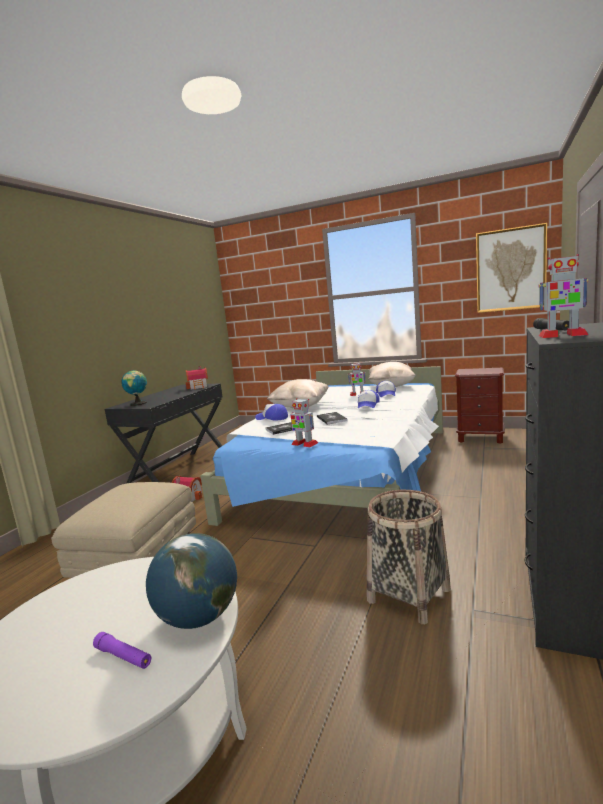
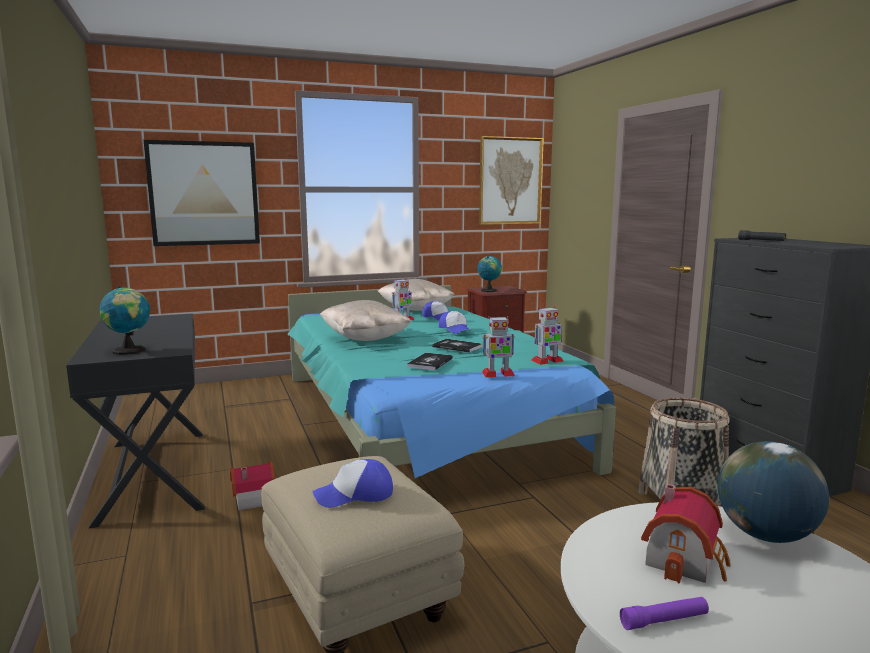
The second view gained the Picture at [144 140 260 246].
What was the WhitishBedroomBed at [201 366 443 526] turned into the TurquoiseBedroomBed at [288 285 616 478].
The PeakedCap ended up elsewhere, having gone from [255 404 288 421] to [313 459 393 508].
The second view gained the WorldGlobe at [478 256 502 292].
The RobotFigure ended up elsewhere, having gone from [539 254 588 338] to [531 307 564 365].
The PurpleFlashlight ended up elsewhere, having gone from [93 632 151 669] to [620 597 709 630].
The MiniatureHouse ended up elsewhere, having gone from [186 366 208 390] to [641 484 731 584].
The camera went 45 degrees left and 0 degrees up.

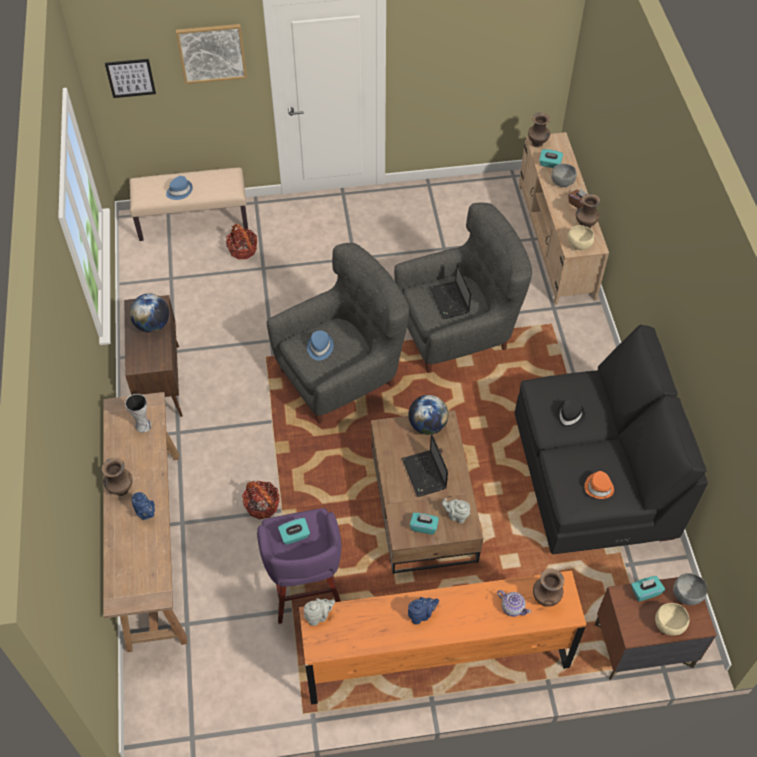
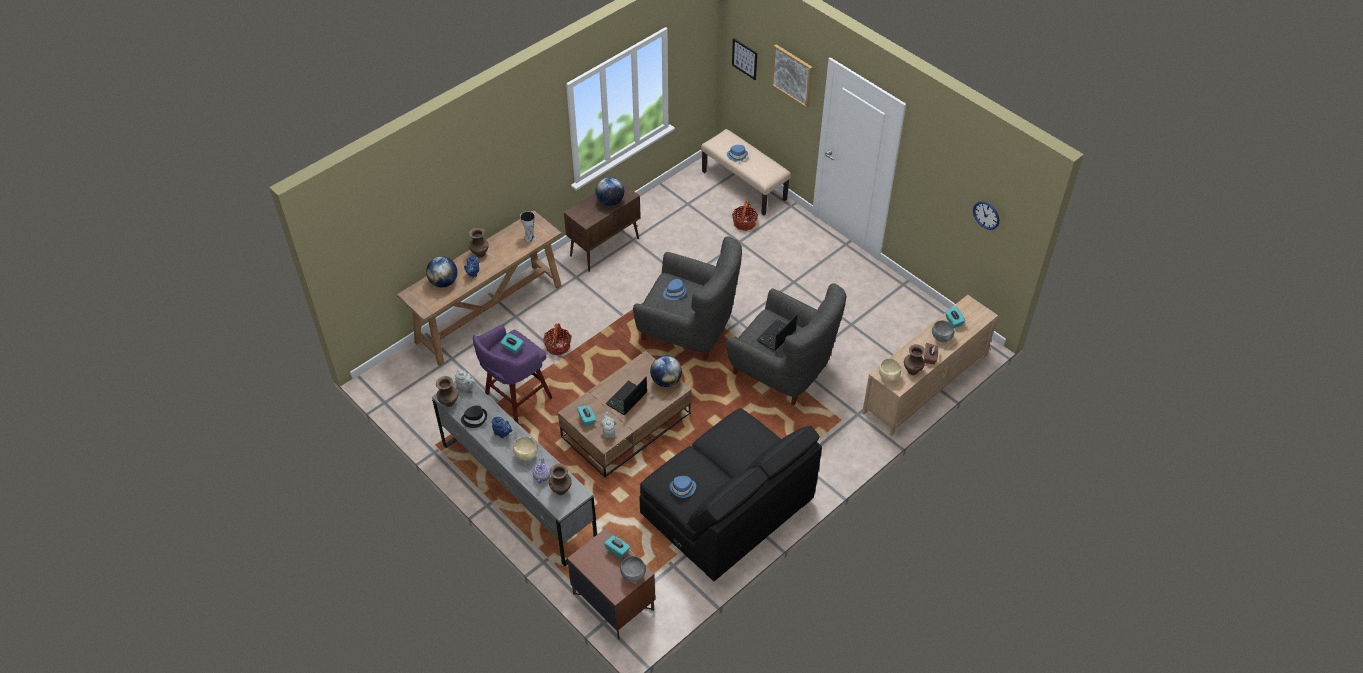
The second view gained the WorldGlobe at [426 257 458 287].
What was the OrangeChestOfDrawers at [299 571 586 705] turned into the GrayChestOfDrawers at [432 381 597 566].
The BrownishVase ended up elsewhere, having gone from [528 113 550 147] to [436 376 458 407].
The BlackColouredClothingHat ended up elsewhere, having gone from [555 399 585 430] to [461 405 487 428].
The BeigeColouredBowl ended up elsewhere, having gone from [655 603 689 636] to [513 436 537 461].
What was the OrangeClothingHat at [584 471 614 499] turned into the BlueColouredClothingHat at [669 476 696 498].
The second view gained the HangingClock at [973 201 999 230].
The camera went 55 degrees right and 5 degrees down.

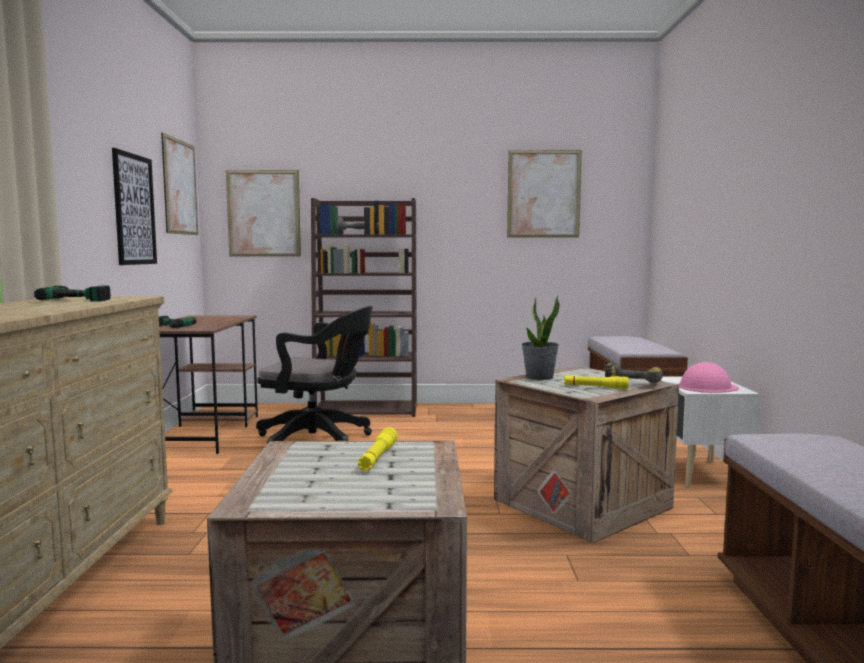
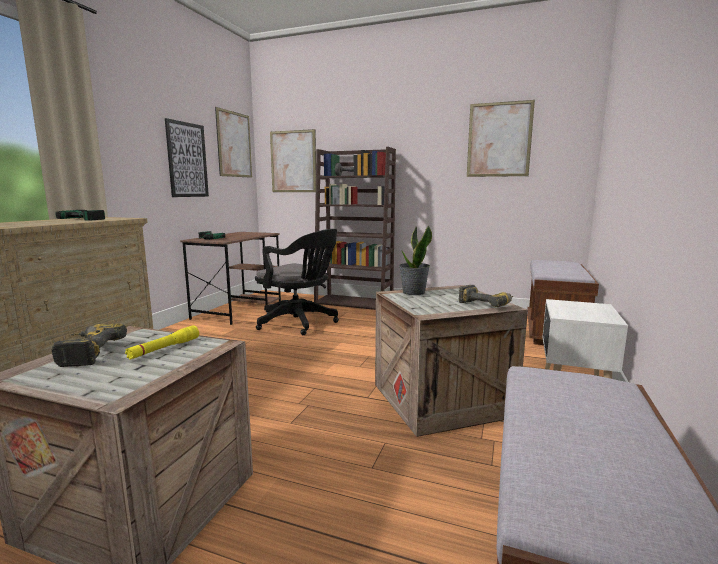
The second view gained the PowerDrill at [51 324 127 367].
The second view lost the YellowColouredFlashlight at [564 376 629 389].
The second view lost the PinkHardHat at [679 362 739 393].
The camera went 20 degrees right and 5 degrees up.

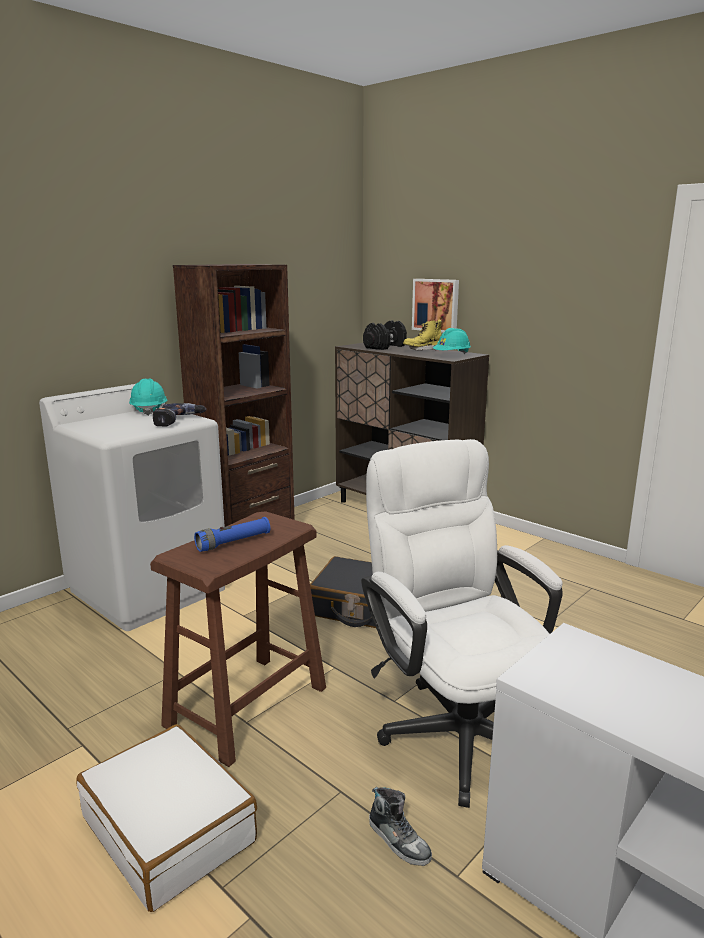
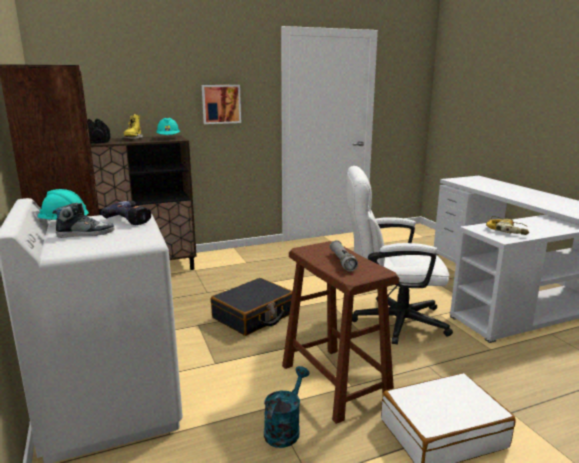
The ItemOfFootwear ended up elsewhere, having gone from [369 787 432 866] to [53 203 114 238].
The Picture ended up elsewhere, having gone from [412 279 459 333] to [202 85 241 124].
The second view gained the TurquoiseSprinklingCan at [264 366 310 448].
What was the BlueColouredFlashlight at [194 517 270 552] turned into the GrayFlashlight at [330 240 358 272].
The second view gained the PowerDrill at [486 216 529 235].
The camera went 65 degrees left and 0 degrees up.

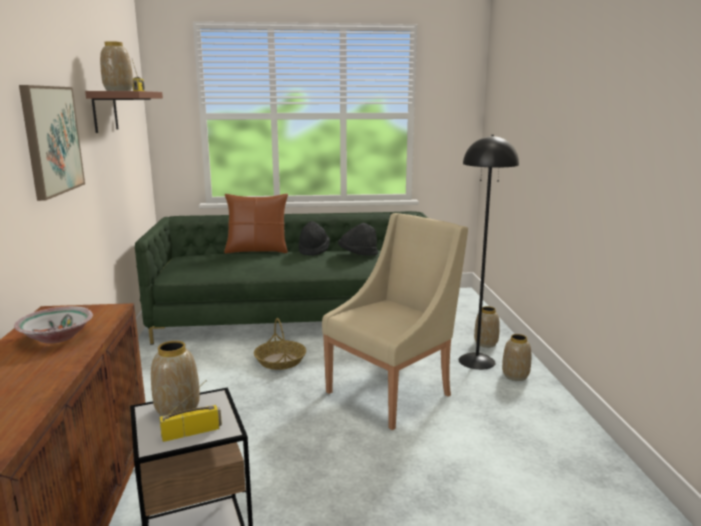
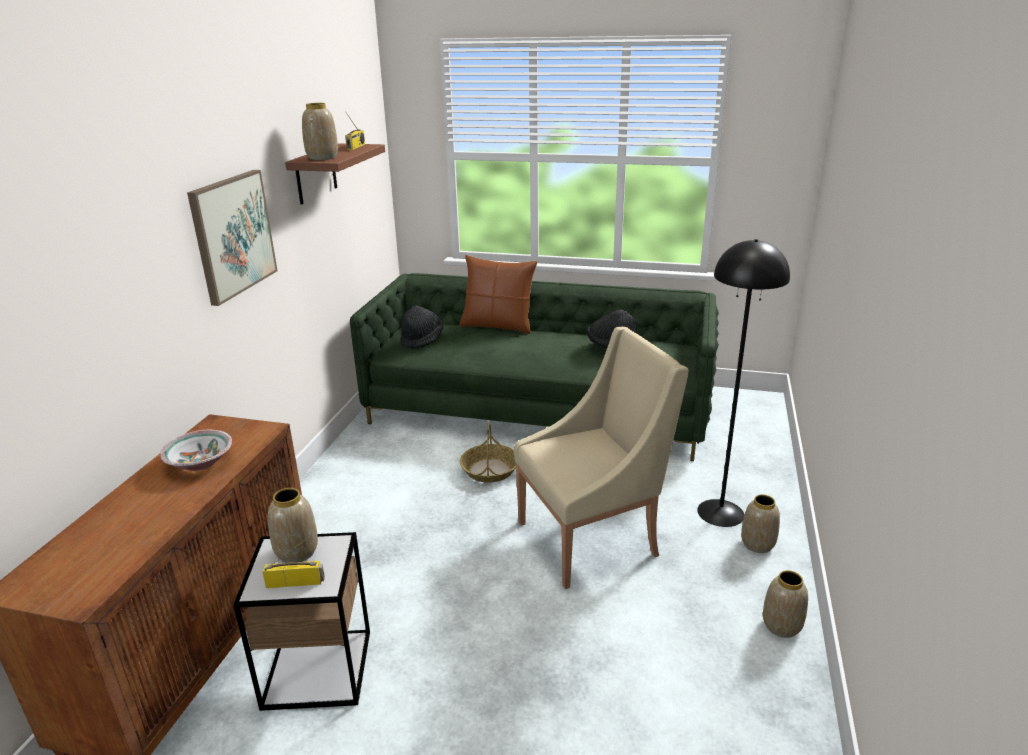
The BlackColouredClothingHat ended up elsewhere, having gone from [299 221 330 256] to [401 305 443 349].
The Vase ended up elsewhere, having gone from [474 306 500 348] to [763 570 808 638].
The camera went 20 degrees right and 10 degrees up.

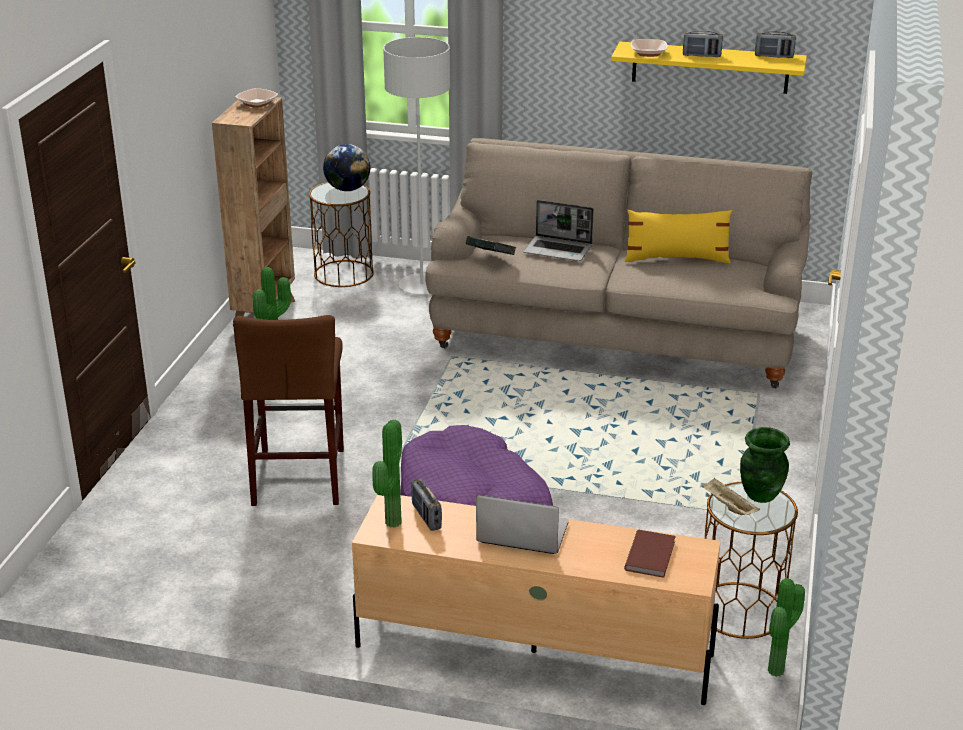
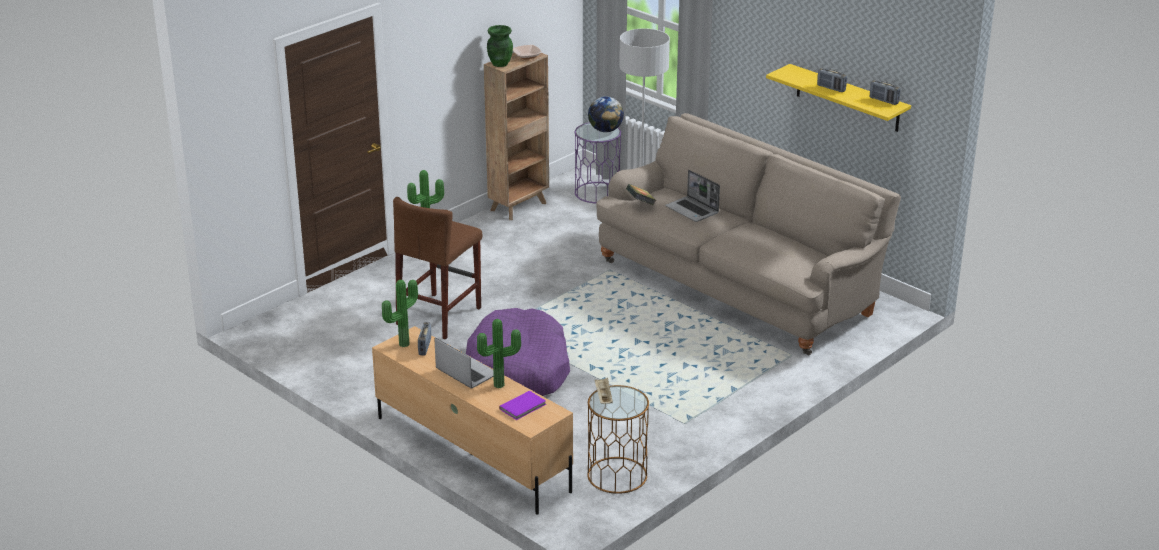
The PottedPlant ended up elsewhere, having gone from [768 578 805 677] to [477 319 521 388].
The GreenColouredVase ended up elsewhere, having gone from [740 427 790 503] to [487 25 513 67].
What was the BrownishBook at [624 530 676 578] turned into the PurpleBook at [499 391 546 420].
What was the BrownishEndTable at [309 182 374 287] turned into the PurpleEndTable at [575 122 621 204].
The second view lost the YellowColouredThrowPillow at [624 210 732 263].
The second view lost the Bowl at [631 39 668 57].
The camera went 30 degrees right and 0 degrees up.

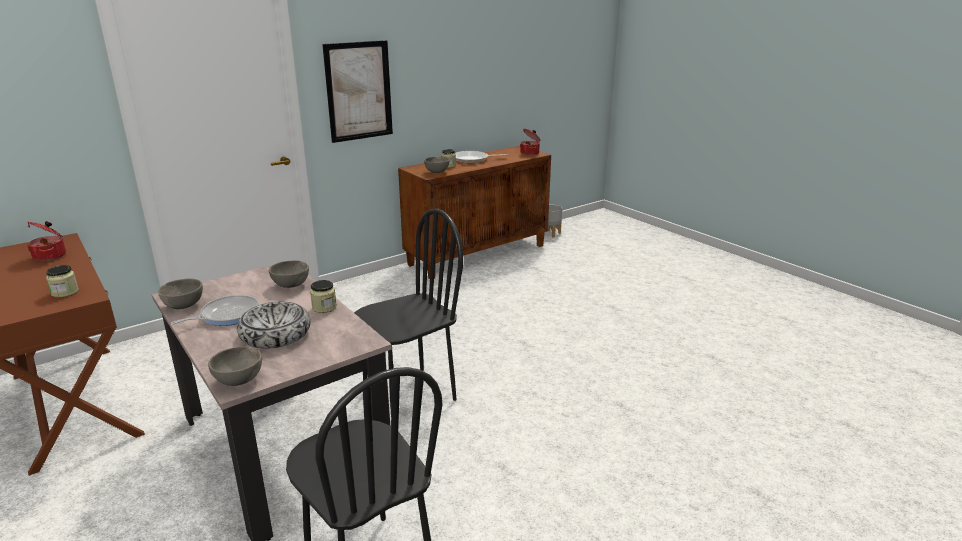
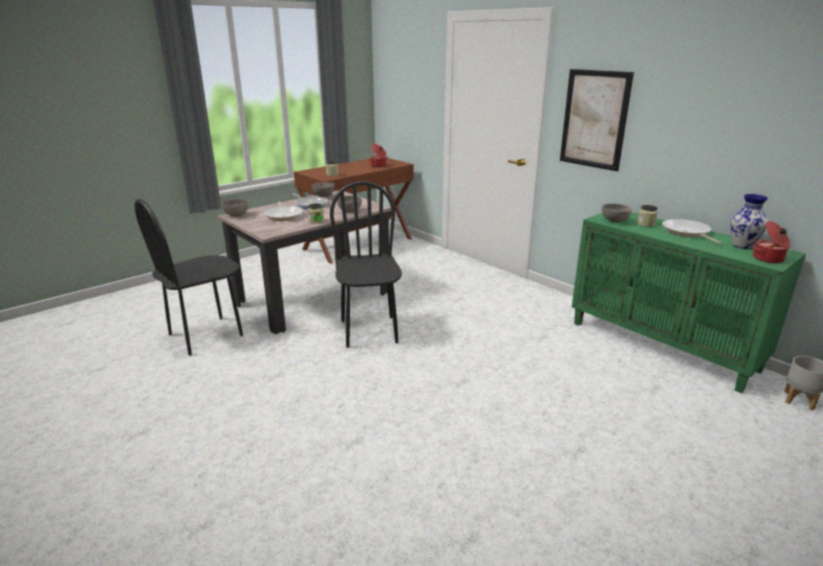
Where the Bowl stood at [237 302 311 349], the FryingPan came to stand at [264 201 303 221].
The BlackColouredUprightChair at [354 209 463 408] ended up facing another way, 150 degrees counterclockwise from before.
What was the BrownishCabinet at [398 146 551 279] turned into the GreenColouredCabinet at [572 212 806 393].
The second view gained the Vase at [730 194 768 249].
The camera went 85 degrees right and 0 degrees up.

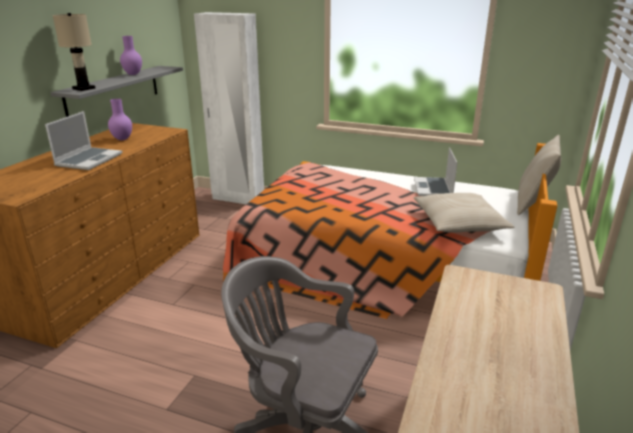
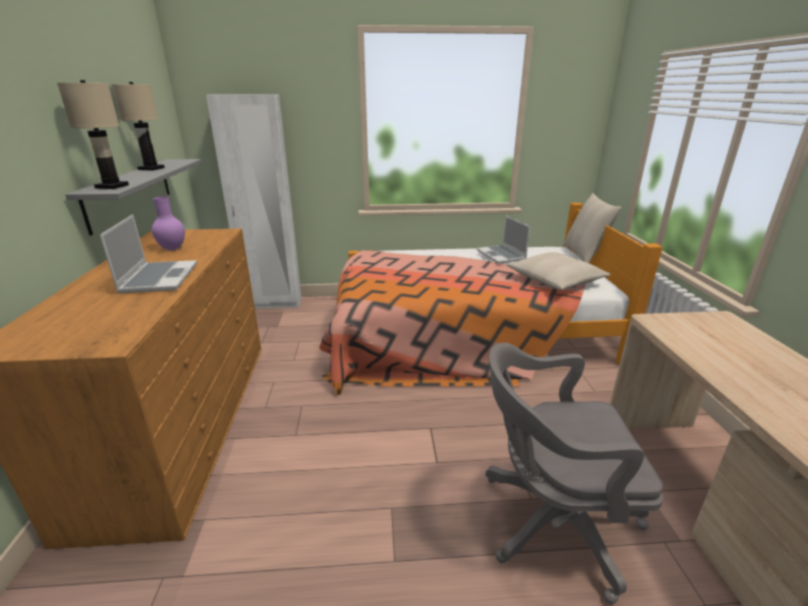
Where the PurpleVase stood at [120 36 142 75], the BeigeColouredTabletopLamp came to stand at [111 82 165 171].
The camera went 25 degrees left and 0 degrees up.

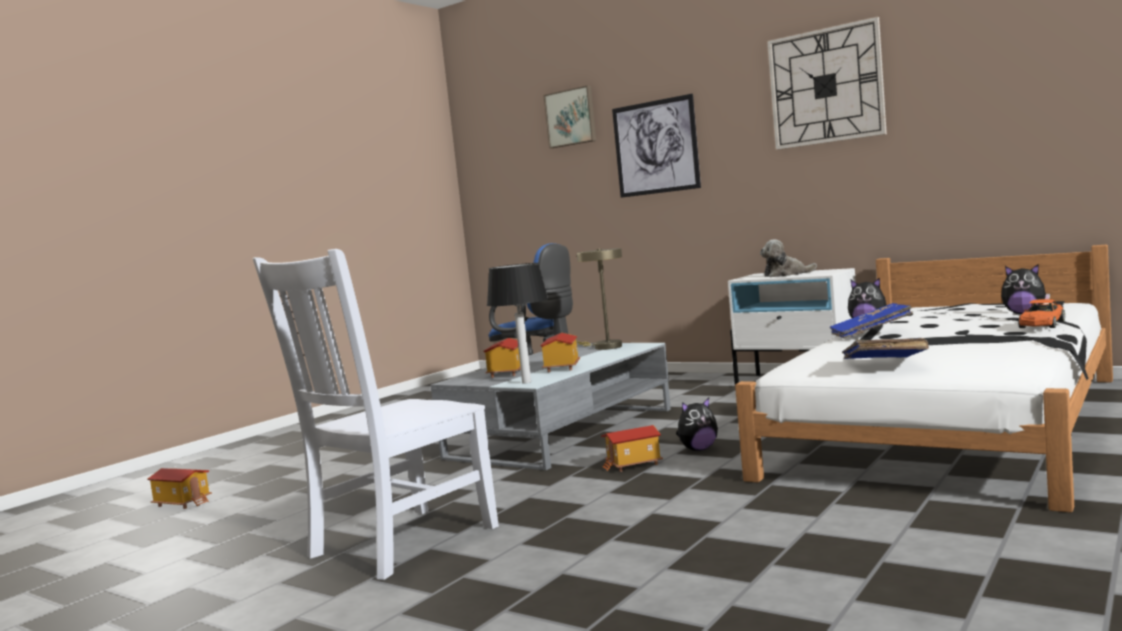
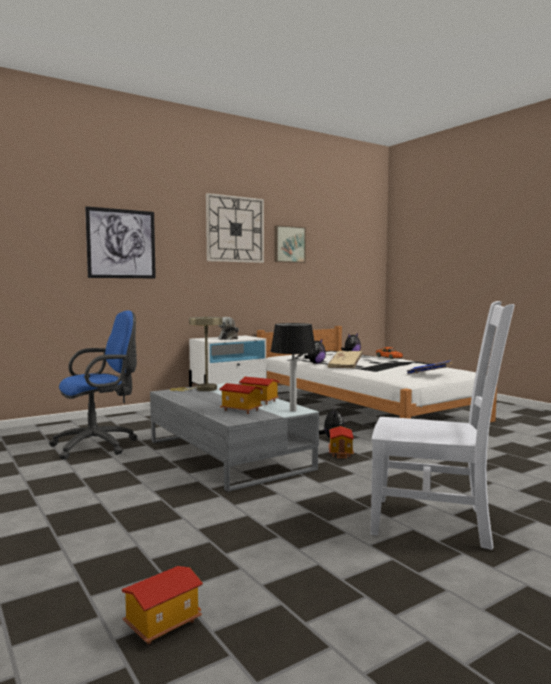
The Picture ended up elsewhere, having gone from [543 85 596 148] to [274 225 306 263].
What was the BlueColouredBook at [830 303 913 339] turned into the BeigeColouredBook at [328 351 362 368].
The WhitishUprightChair at [253 249 499 580] ended up facing another way, 45 degrees counterclockwise from before.
The camera went 70 degrees left and 0 degrees up.

